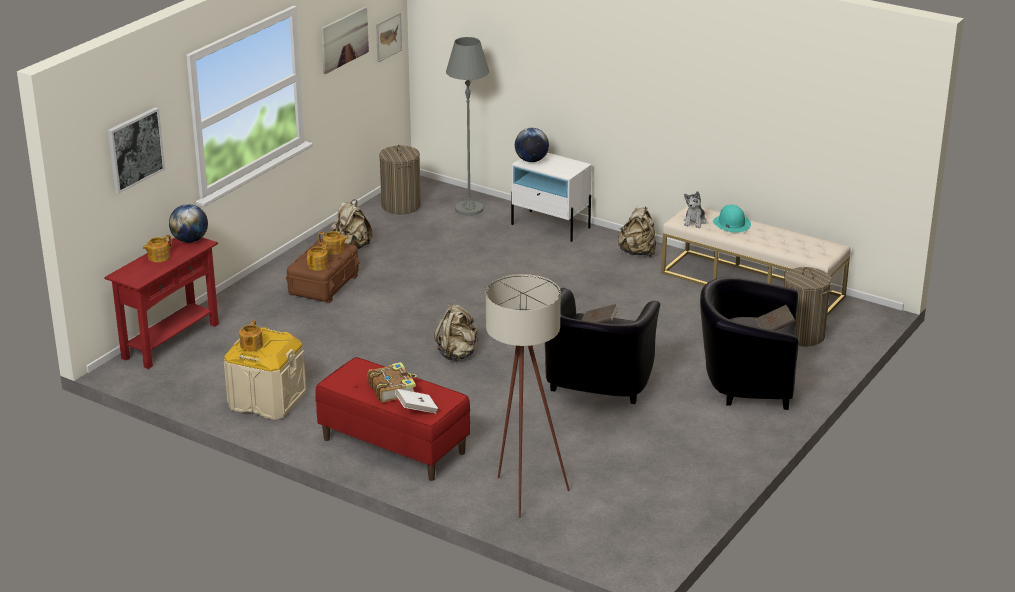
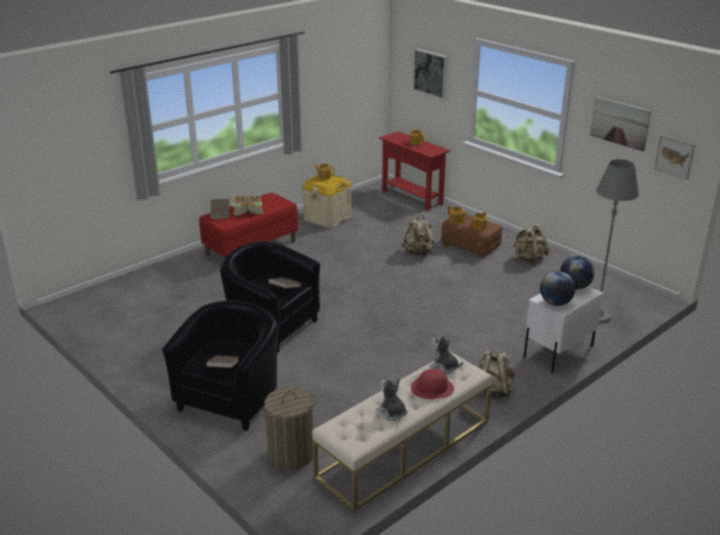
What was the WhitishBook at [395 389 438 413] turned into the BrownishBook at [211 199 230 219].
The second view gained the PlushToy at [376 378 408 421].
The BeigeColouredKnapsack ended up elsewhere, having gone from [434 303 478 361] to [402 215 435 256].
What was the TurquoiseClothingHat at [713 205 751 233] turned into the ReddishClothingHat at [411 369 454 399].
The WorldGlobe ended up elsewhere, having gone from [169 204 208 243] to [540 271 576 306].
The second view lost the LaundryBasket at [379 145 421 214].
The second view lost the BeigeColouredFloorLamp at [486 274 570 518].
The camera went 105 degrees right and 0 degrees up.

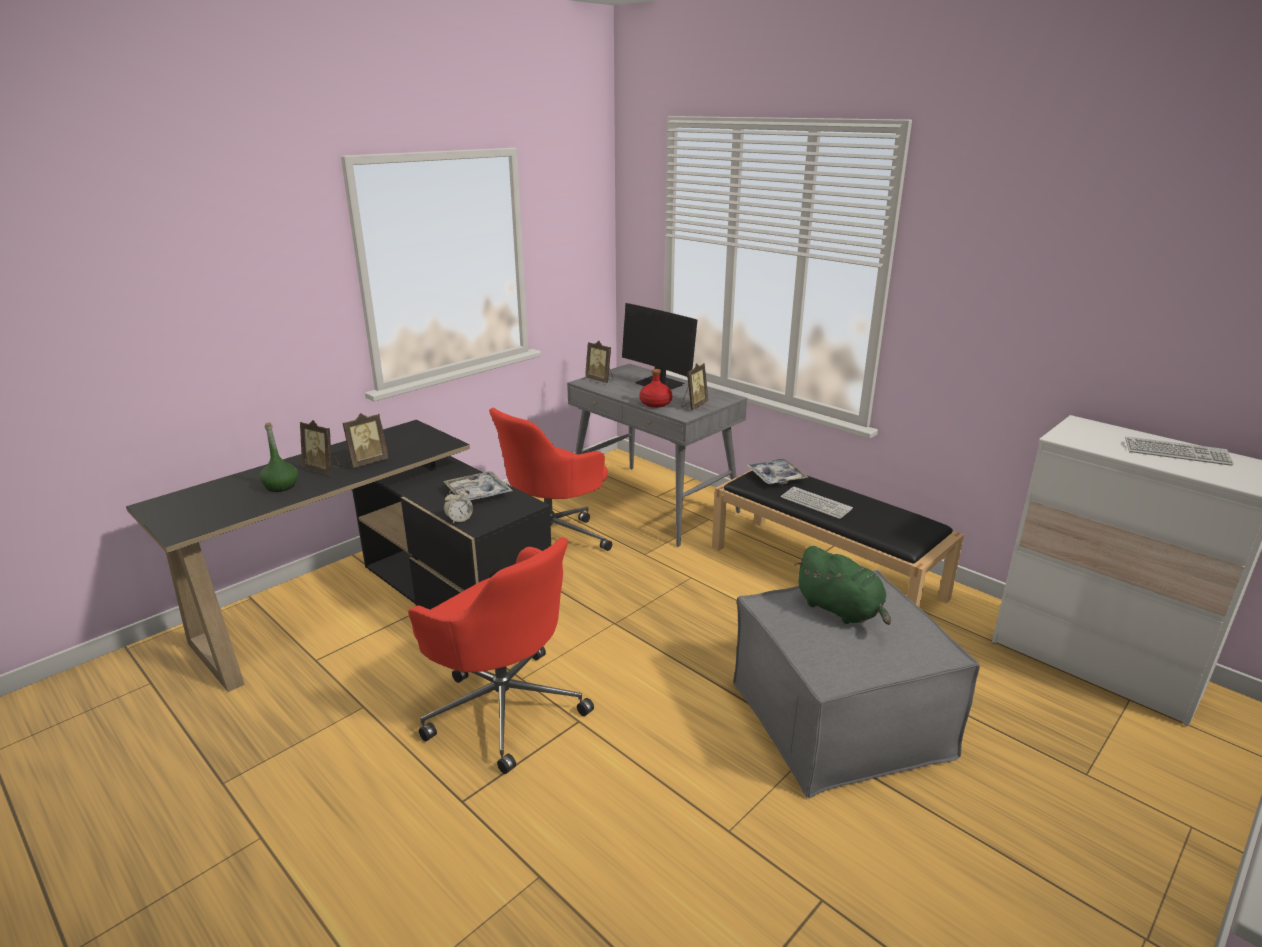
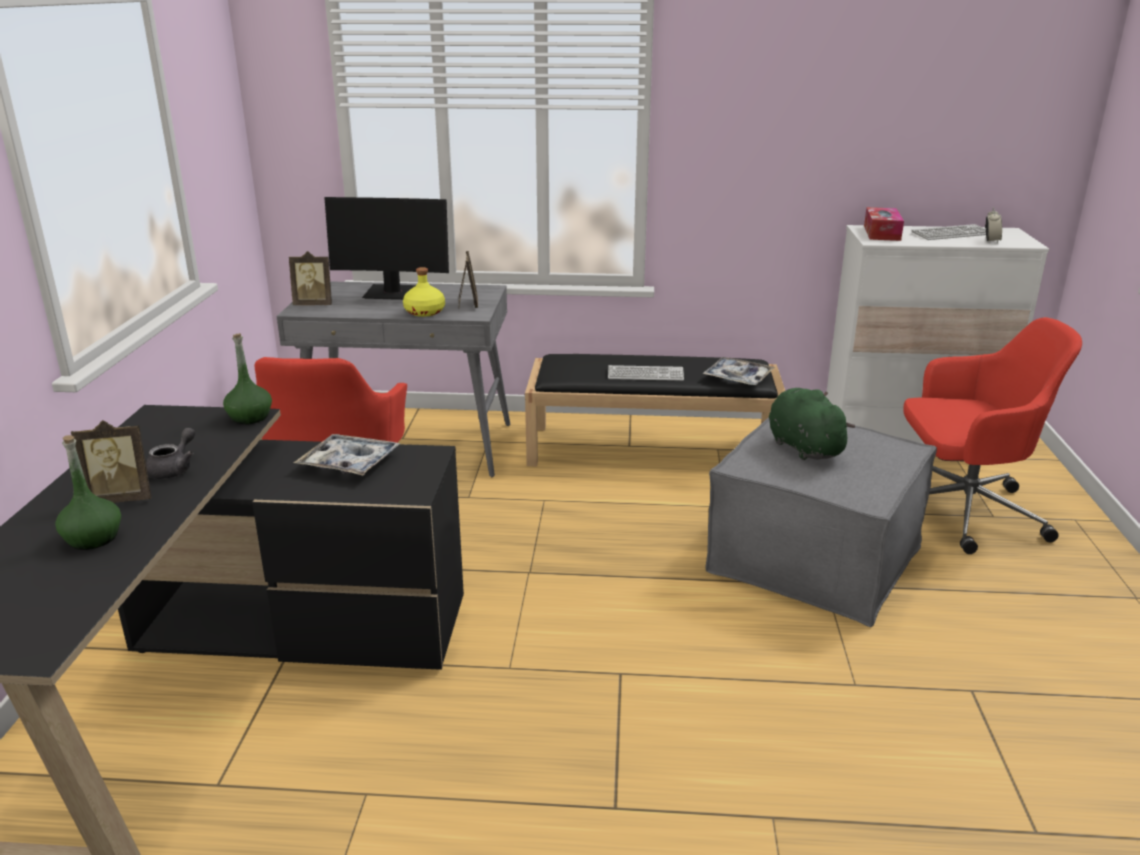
Where the PhotoFrame stood at [343 413 389 468], the GrayTeapot came to stand at [146 428 195 479].
The second view gained the GreenColouredDrinkBottle at [223 333 272 424].
What was the ReddishDrinkBottle at [639 369 672 408] turned into the YellowColouredDrinkBottle at [403 267 445 317].
The ServingTray ended up elsewhere, having gone from [747 458 808 485] to [702 357 775 385].
The GreenColouredPlushToy at [795 546 891 625] ended up facing another way, 120 degrees counterclockwise from before.
The second view gained the TissueBox at [864 207 904 241].
The ReddishComputerChair ended up elsewhere, having gone from [408 537 594 774] to [903 317 1082 554].
The AlarmClock ended up elsewhere, having gone from [444 488 473 524] to [985 207 1002 244].
The camera went 40 degrees left and 0 degrees up.

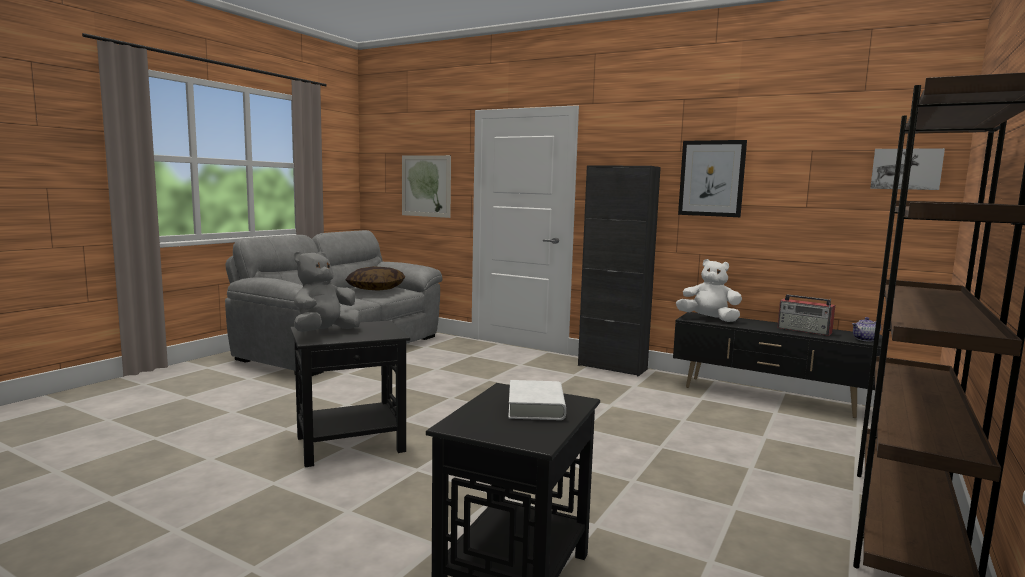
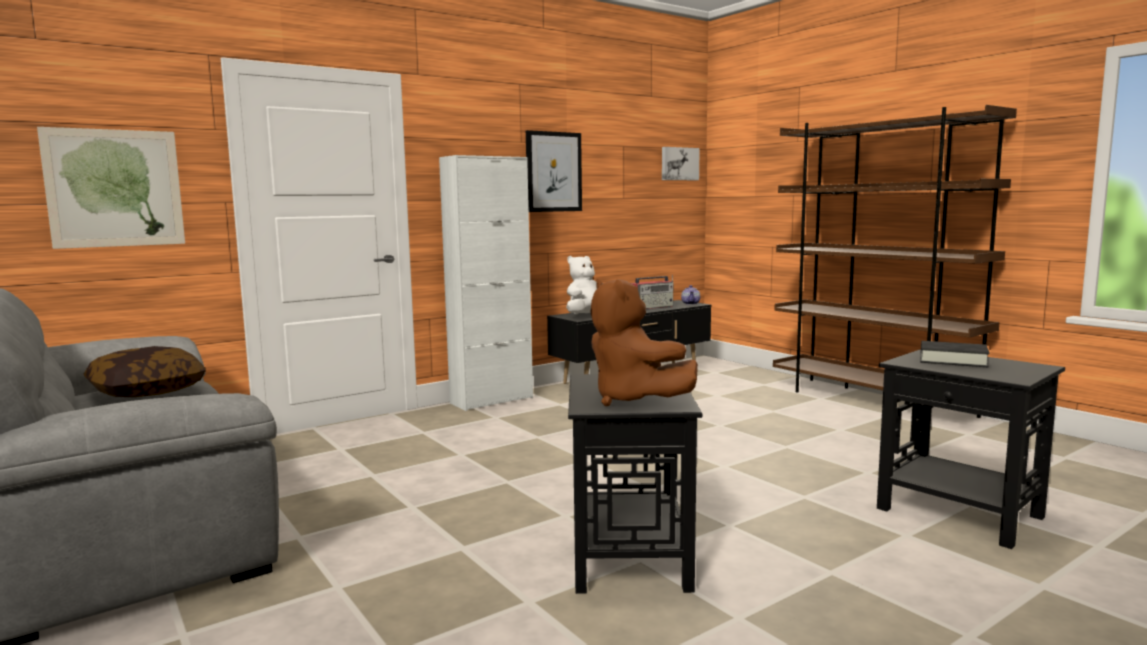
What was the BlackColouredCabinet at [578 165 661 376] turned into the WhitishCabinet at [439 155 533 411].
What was the GrayPlushToy at [294 251 361 332] turned into the BrownishPlushToy at [591 279 698 406].
What was the WhitishBook at [508 380 566 420] turned into the BlackColouredBook at [920 341 990 367].
The camera went 65 degrees left and 0 degrees up.

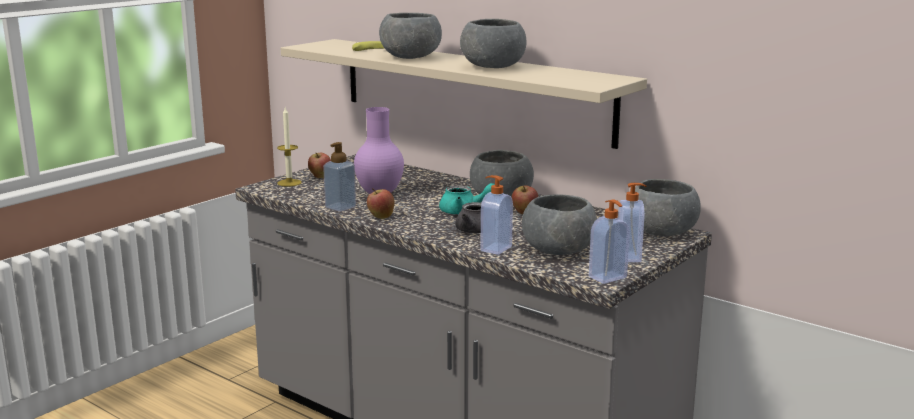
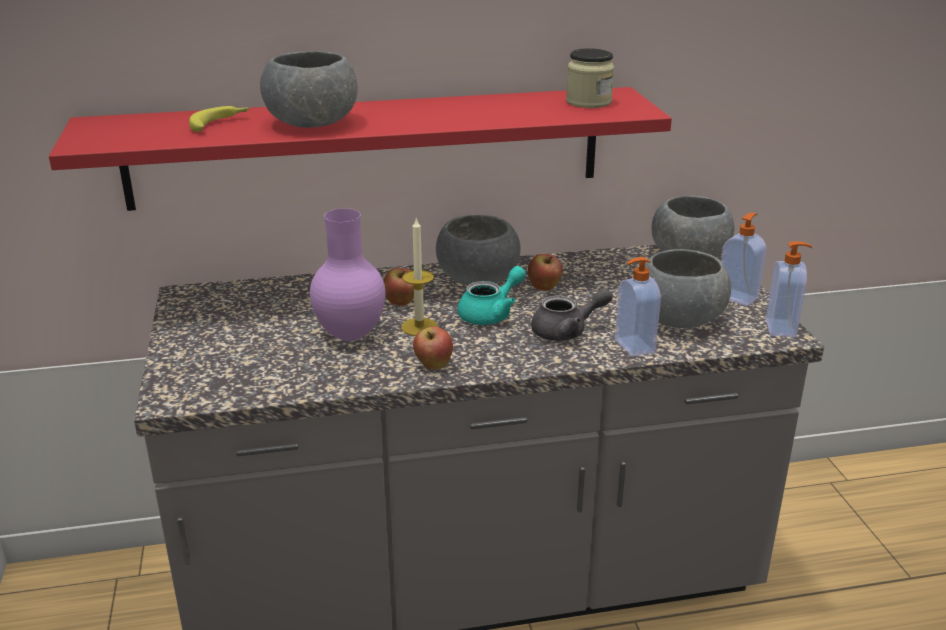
What was the BeigeColouredWallShelf at [281 39 647 149] turned into the ReddishWallShelf at [49 87 672 211].
The WholeApple ended up elsewhere, having gone from [308 153 331 178] to [383 268 414 306].
The WaxLight ended up elsewhere, having gone from [277 108 302 186] to [401 217 438 336].
The second view gained the Jar at [566 48 614 108].
The second view lost the SoapBottle at [323 142 356 212].
The second view lost the GrayBowl at [460 19 526 68].
The camera went 50 degrees left and 10 degrees up.

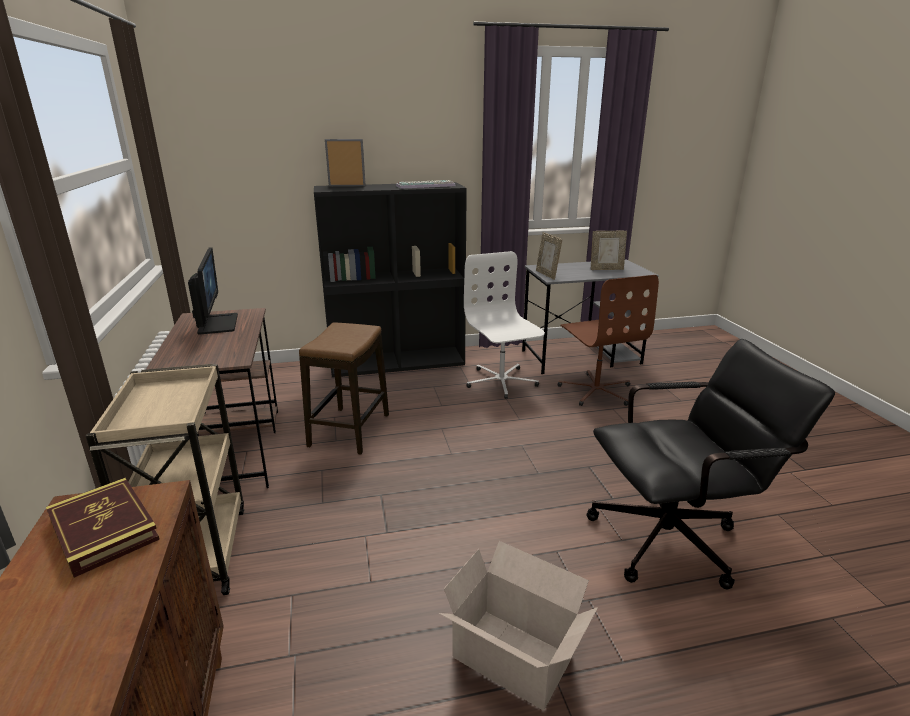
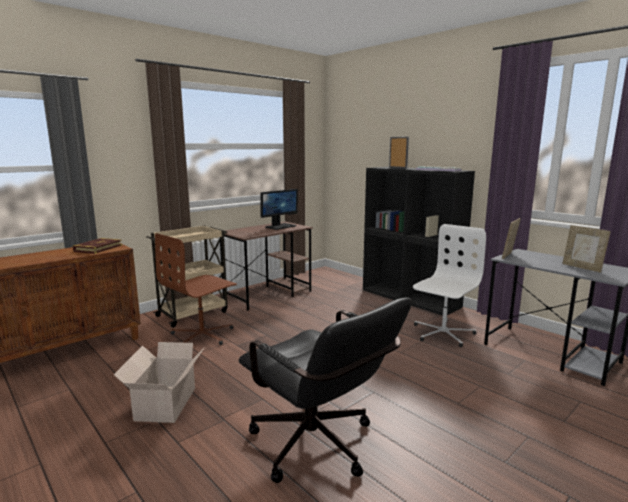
The BrownishComputerChair ended up elsewhere, having gone from [558 275 659 406] to [155 233 237 345].
The second view lost the StoolSeat at [299 322 389 455].
The camera went 60 degrees right and 10 degrees down.

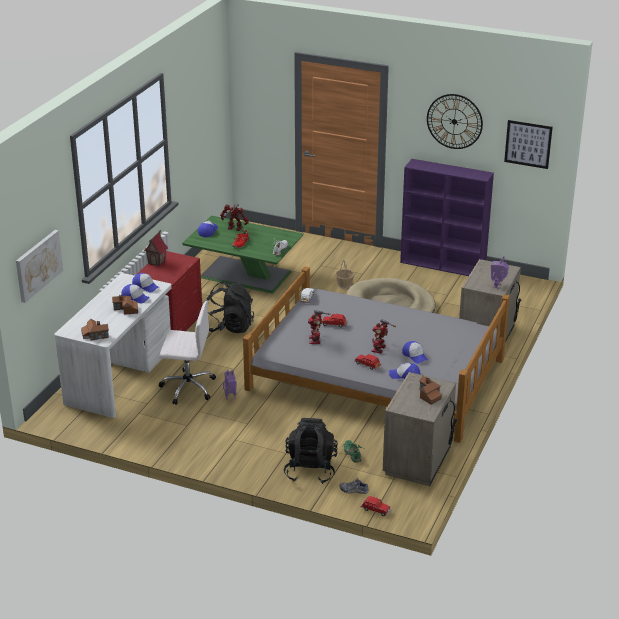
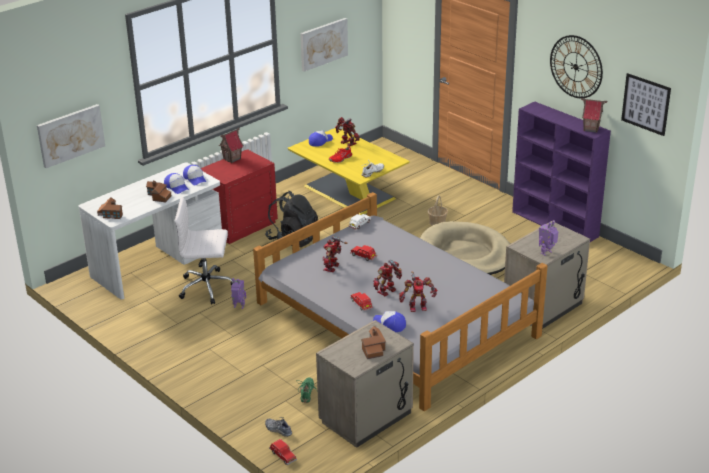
The WhitishComputerChair at [159 300 216 405] ended up facing another way, 150 degrees clockwise from before.
What was the GreenColouredLowTable at [182 216 304 294] turned into the YellowColouredLowTable at [288 128 410 215].
The second view gained the Picture at [300 18 348 72].
Where the PeakedCap stood at [402 341 428 364], the RobotFigure came to stand at [399 271 437 312].
The second view gained the MiniatureHouse at [581 98 608 133].
The second view lost the BlackColouredKnapsack at [283 418 338 484].
The camera went 25 degrees right and 0 degrees up.

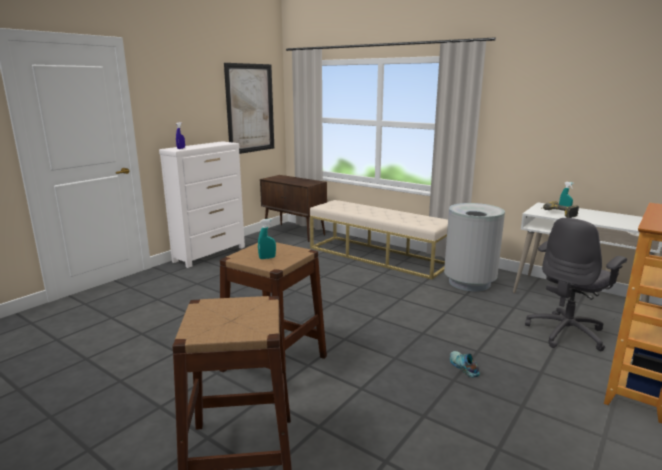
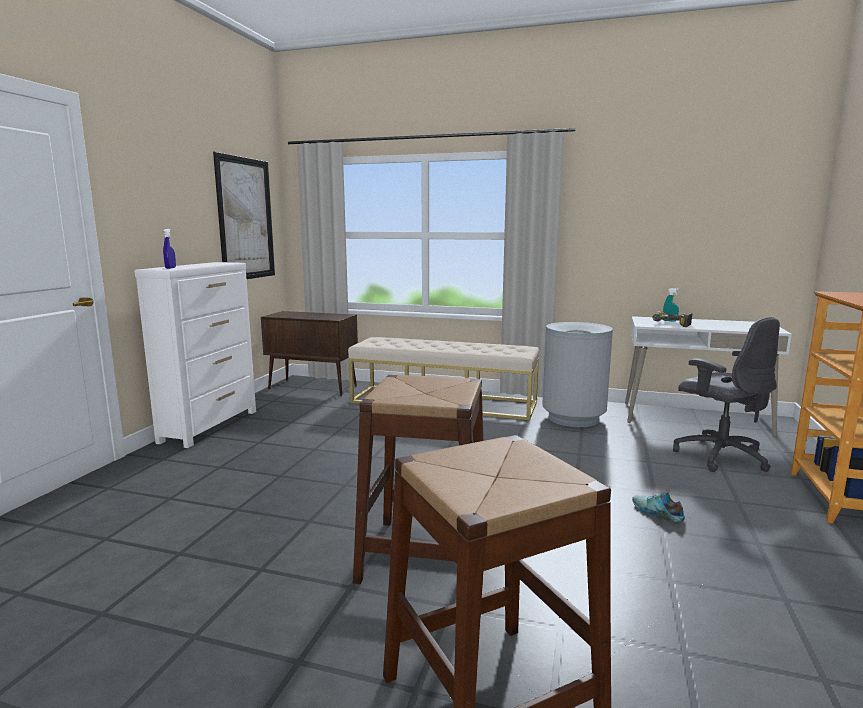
The GrayComputerChair at [525 218 627 351] ended up facing another way, 60 degrees counterclockwise from before.
The second view lost the TurquoiseSprayer at [258 218 276 259].
The camera went 20 degrees left and 5 degrees down.

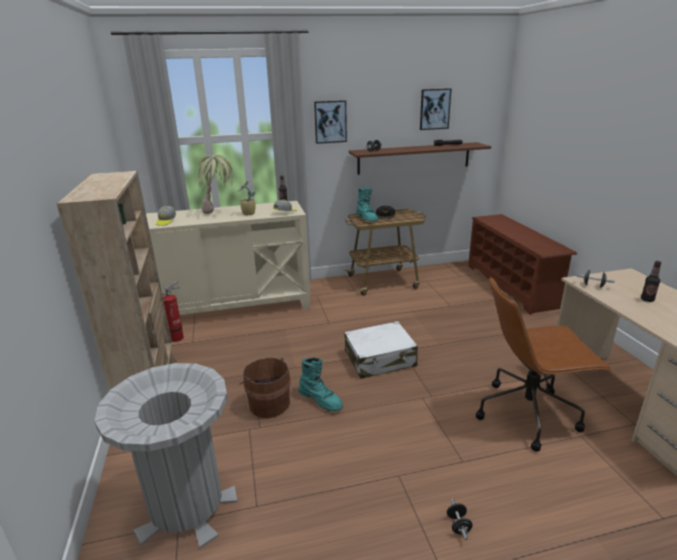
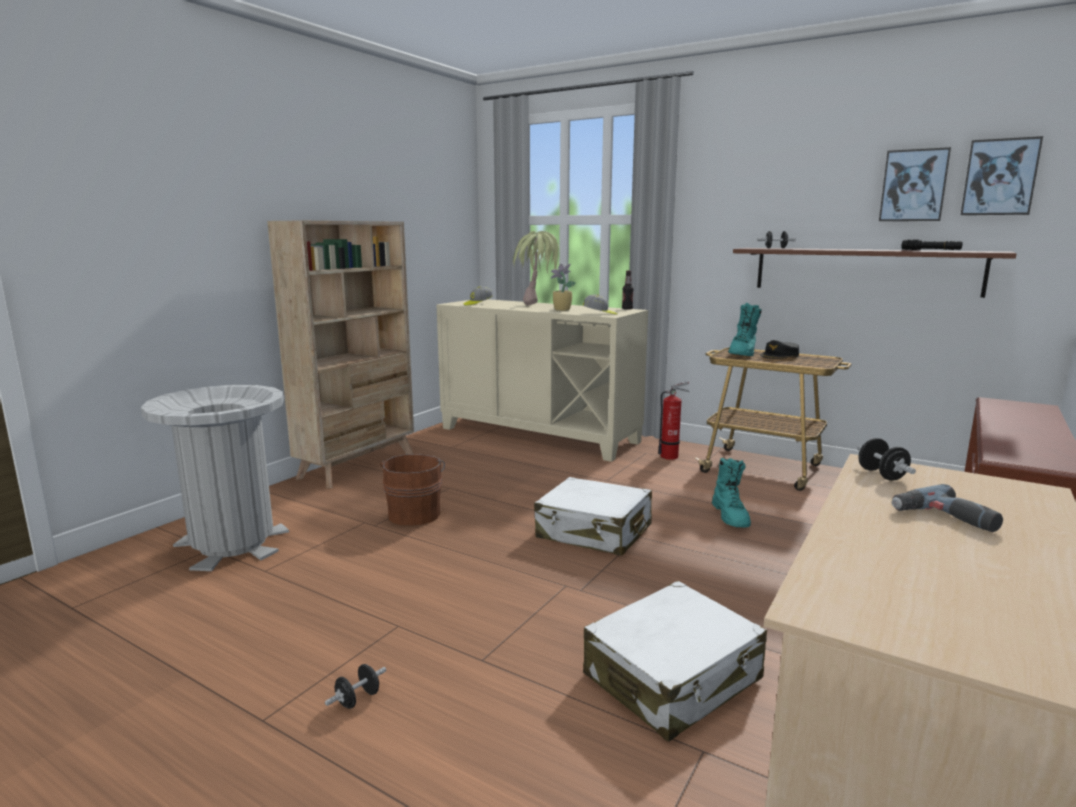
Where the BrownishComputerChair stood at [476 278 612 452], the WhitishTravelCase came to stand at [583 581 767 742].
The Extinguisher ended up elsewhere, having gone from [162 281 184 342] to [658 381 690 460].
The TurquoiseHighTopBoot ended up elsewhere, having gone from [299 357 343 411] to [712 458 751 528].
Where the DrinkBottle stood at [641 261 661 302], the PowerDrill came to stand at [892 484 1003 532].
The Picture ended up elsewhere, having gone from [314 100 347 144] to [961 136 1043 215].
The camera went 45 degrees right and 10 degrees down.

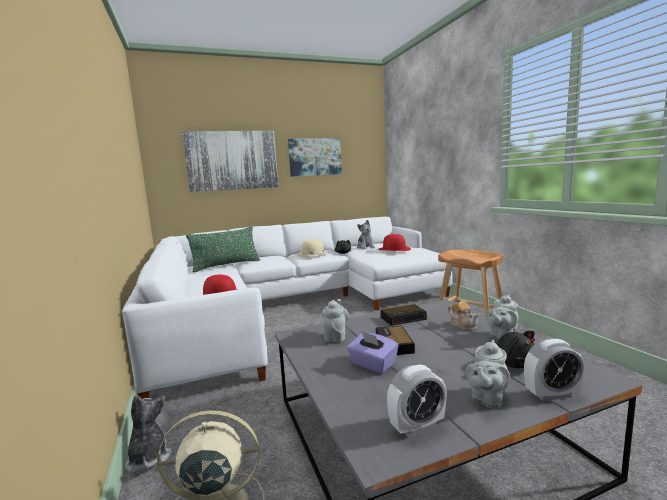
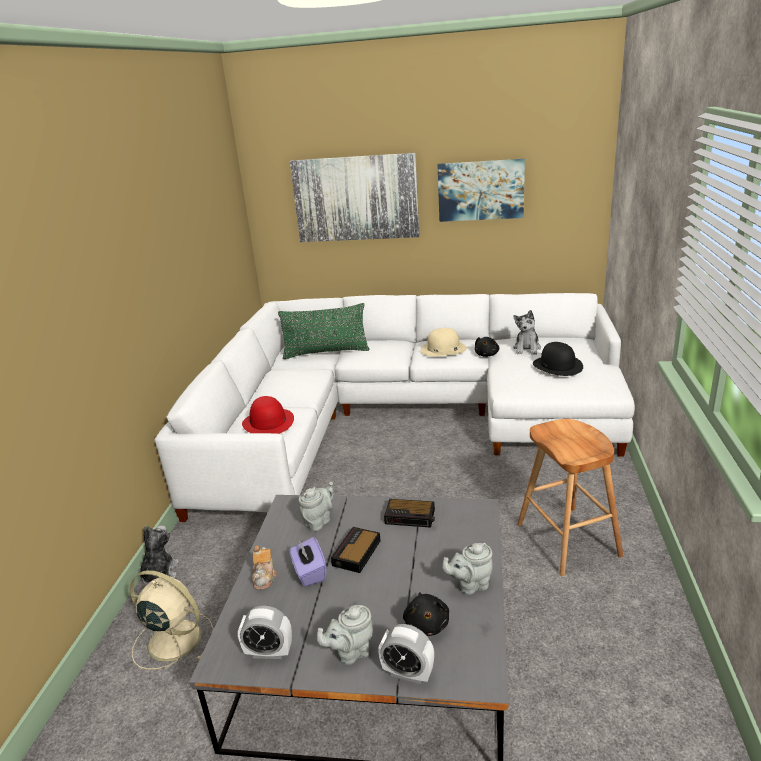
The Teapot ended up elsewhere, having gone from [448 297 479 331] to [252 545 277 590].
What was the ReddishClothingHat at [378 234 411 251] turned into the BlackColouredClothingHat at [533 342 583 376].
The camera went 30 degrees right and 15 degrees up.

